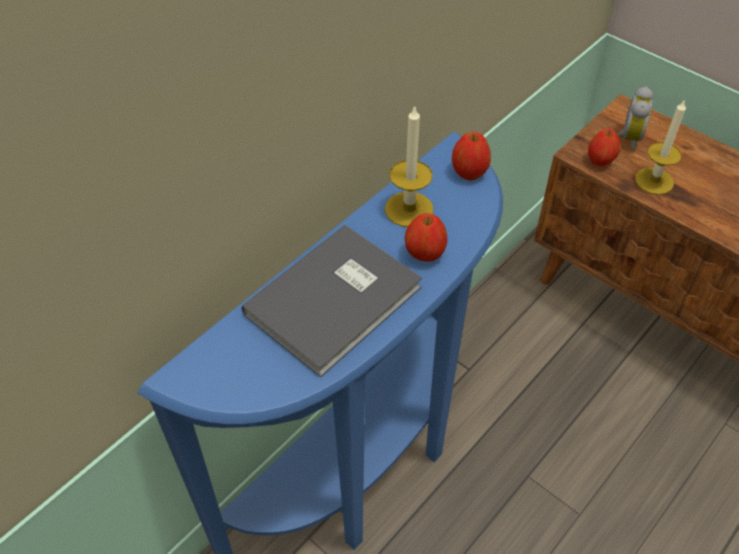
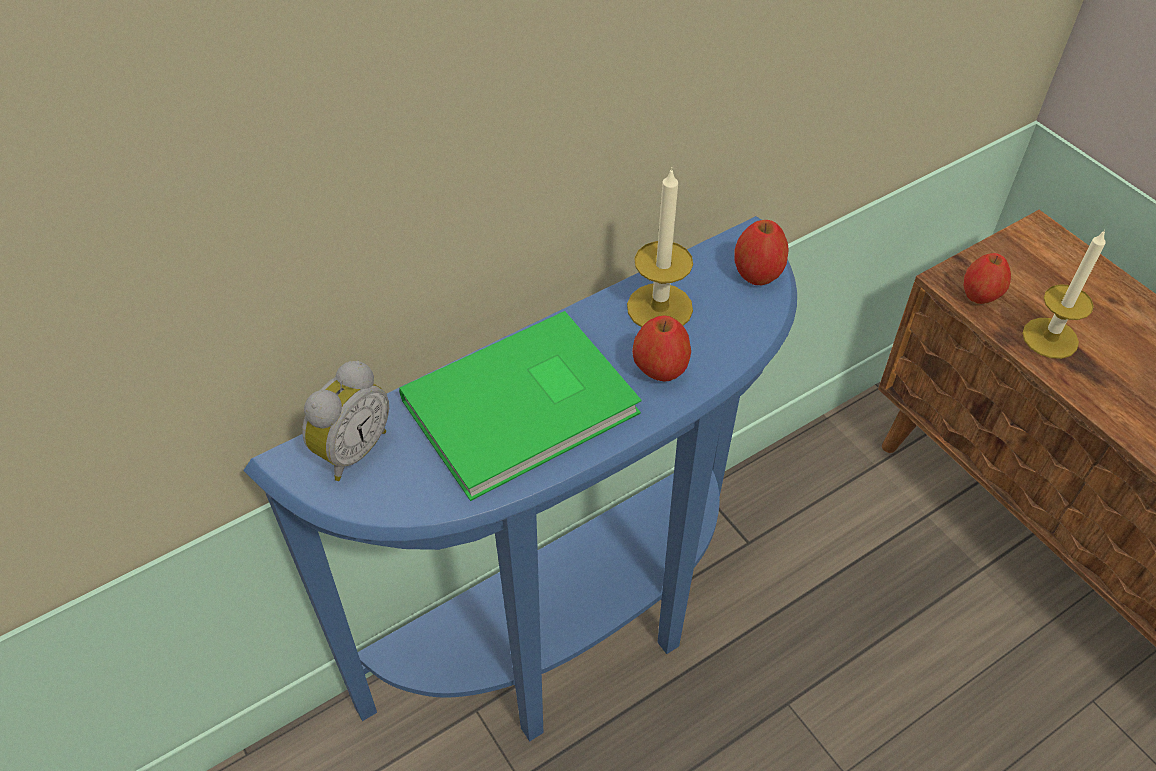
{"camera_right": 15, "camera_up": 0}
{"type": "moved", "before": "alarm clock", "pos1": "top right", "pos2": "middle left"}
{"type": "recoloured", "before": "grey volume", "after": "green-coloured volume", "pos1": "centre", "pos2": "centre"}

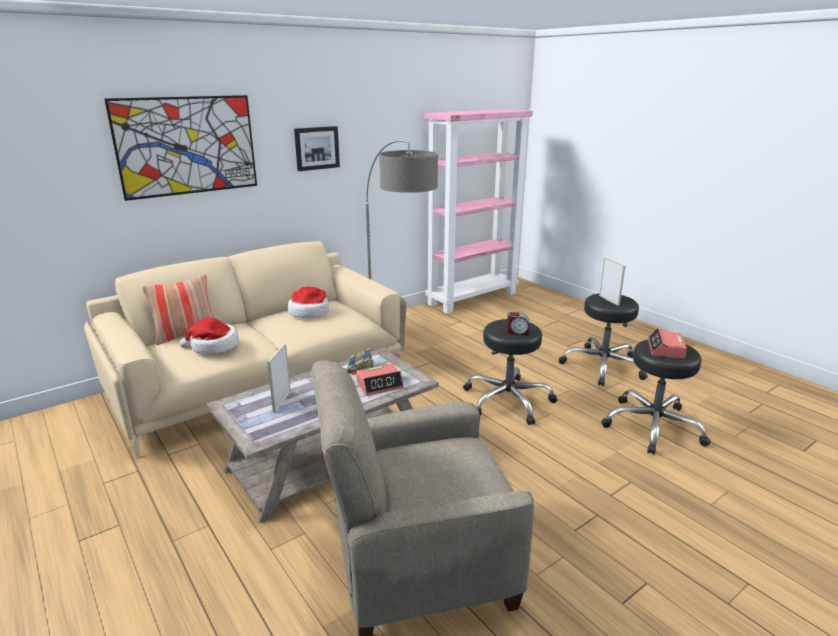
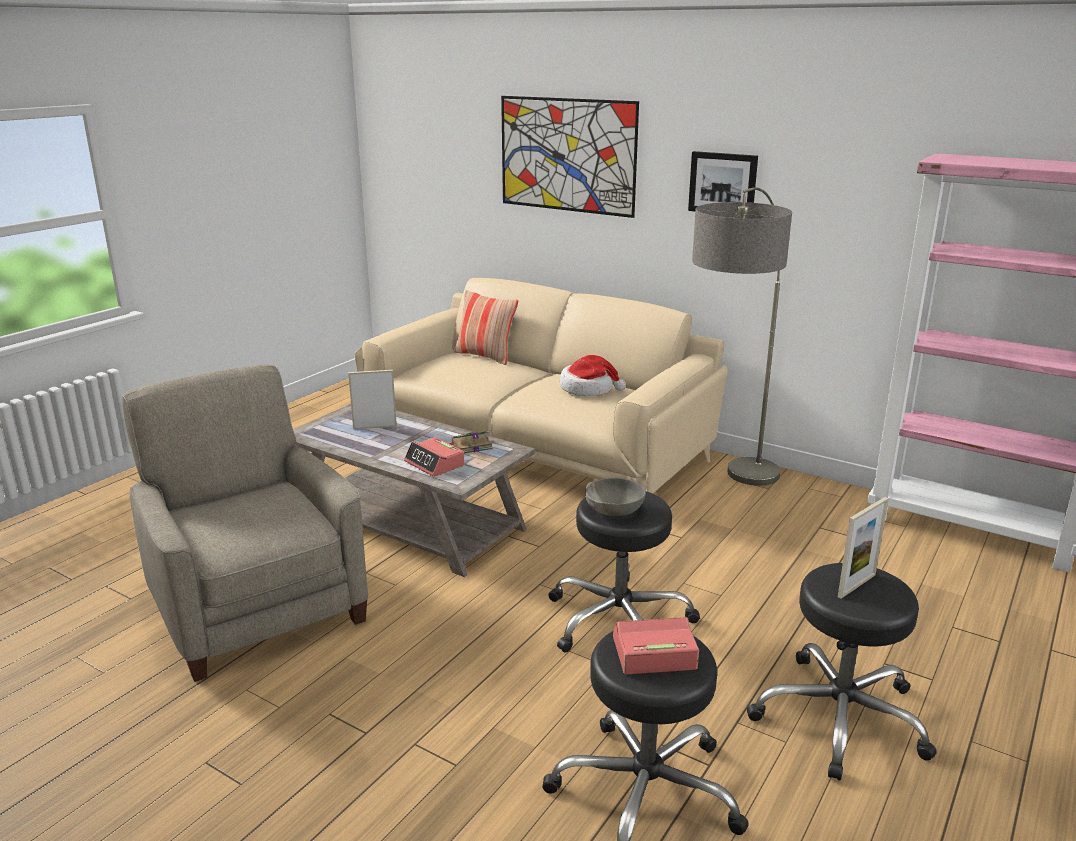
{"camera_right": 70, "camera_up": 0}
{"type": "replaced", "before": "alarm clock (2nd from left)", "after": "grey serving bowl", "pos1": "centre", "pos2": "centre"}
{"type": "removed", "before": "hat (1st from left)", "pos1": "middle left"}

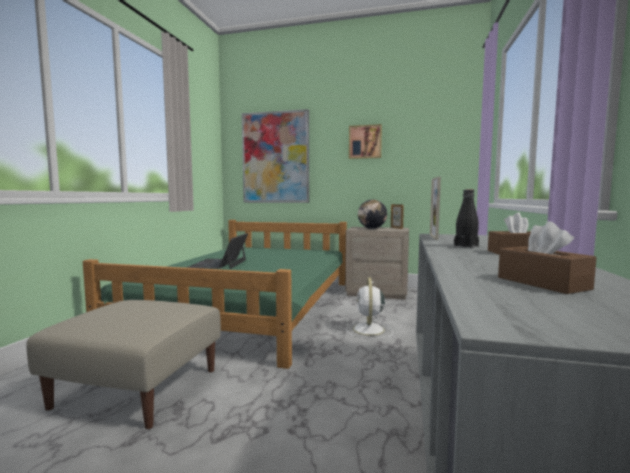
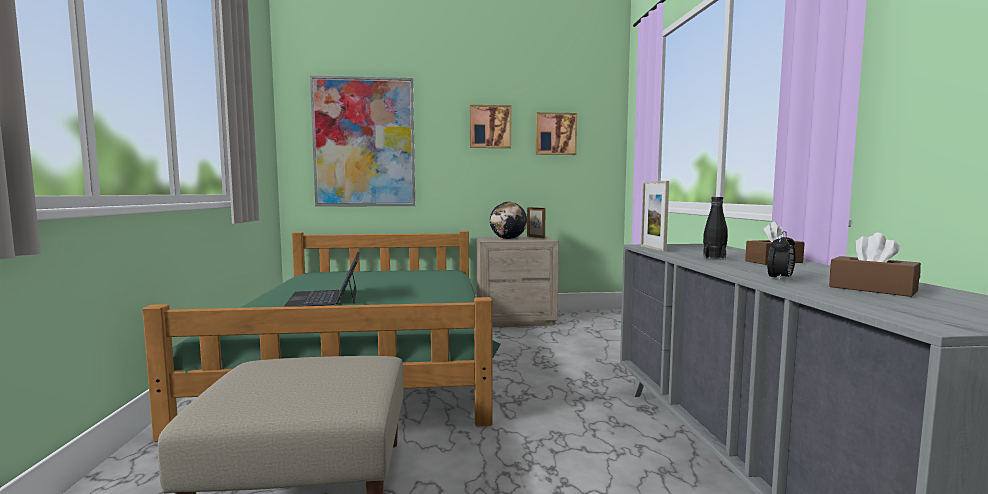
{"camera_right": -20, "camera_up": 0}
{"type": "removed", "before": "white-coloured fan", "pos1": "centre"}
{"type": "added", "after": "picture (3rd from left)", "pos2": "top centre"}
{"type": "added", "after": "alarm clock", "pos2": "middle right"}

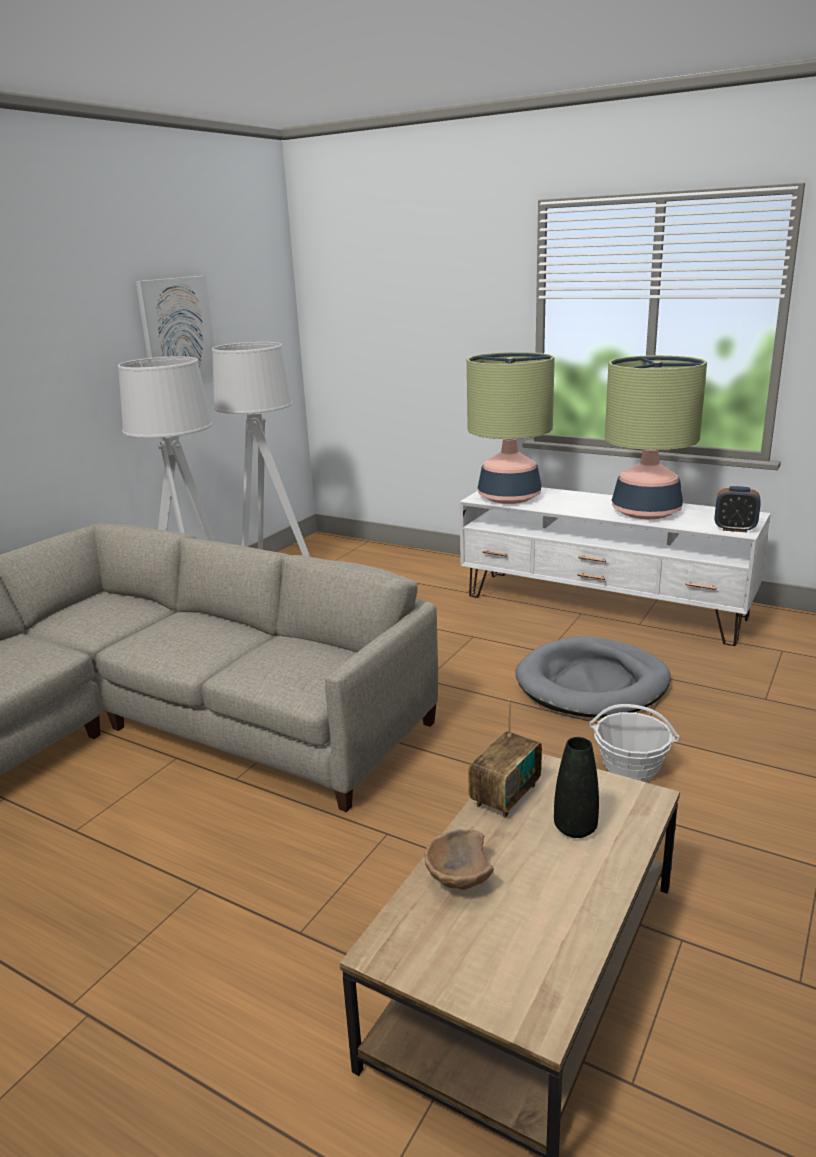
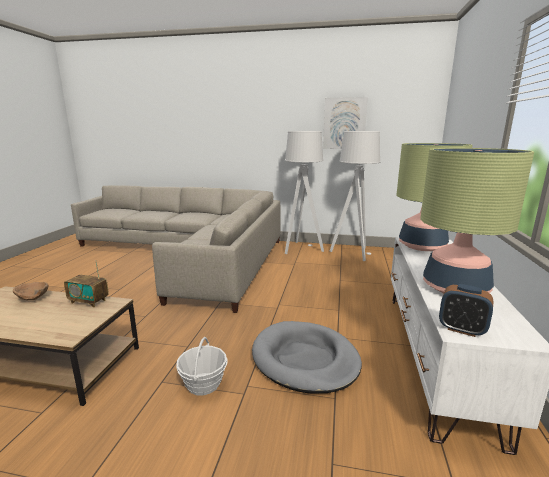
{"camera_right": 70, "camera_up": -5}
{"type": "turned", "before": "alarm clock", "pos1": "middle right", "pos2": "middle right", "turn": -60}
{"type": "removed", "before": "black vase", "pos1": "bottom right"}

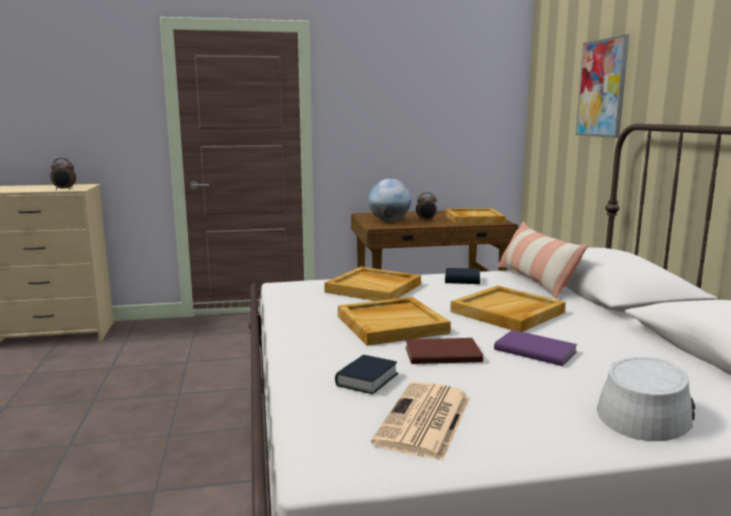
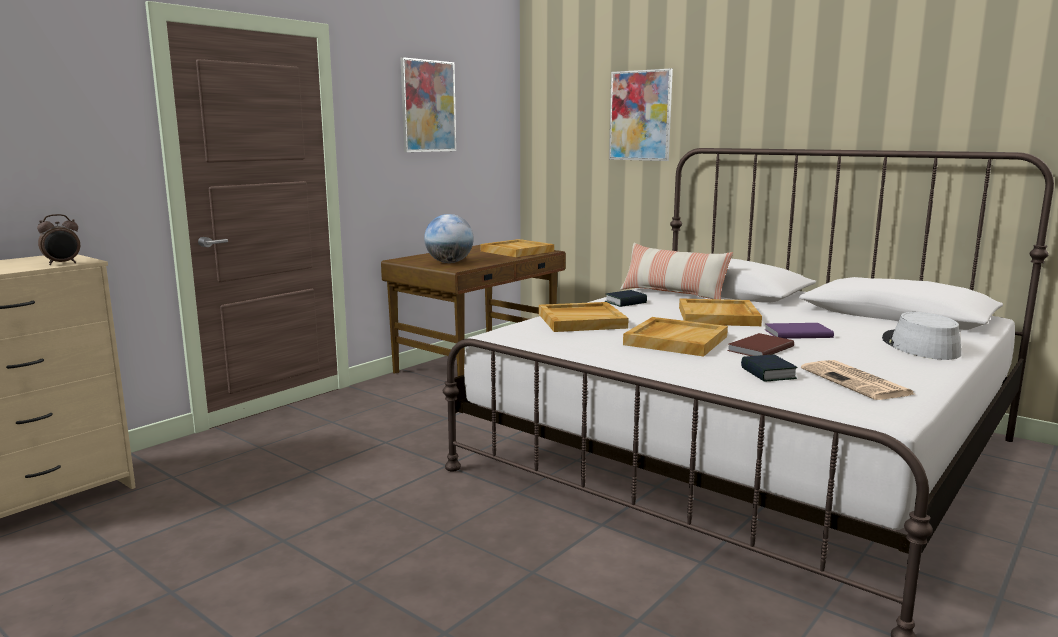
{"camera_right": -40, "camera_up": 0}
{"type": "removed", "before": "alarm clock (2nd from left)", "pos1": "centre"}
{"type": "added", "after": "picture (1st from left)", "pos2": "top centre"}

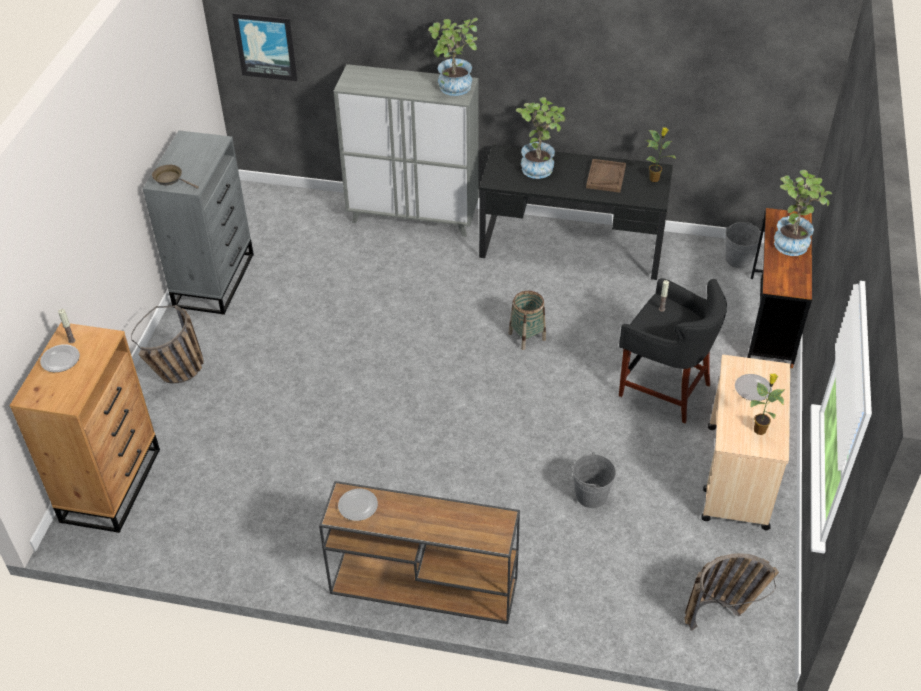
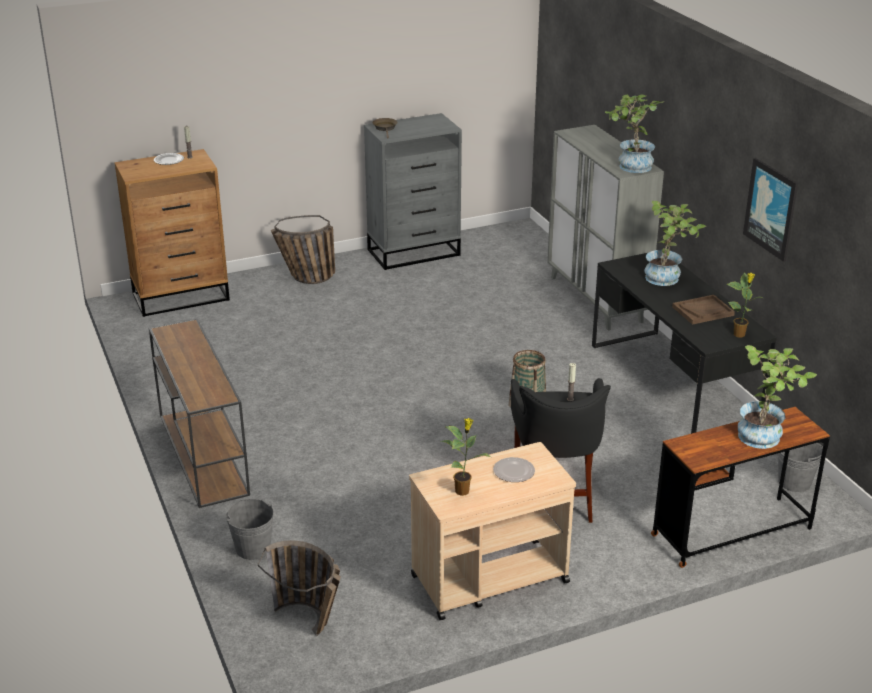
{"camera_right": 55, "camera_up": -15}
{"type": "moved", "before": "picture", "pos1": "top left", "pos2": "top right"}
{"type": "moved", "before": "grey water bucket (1st from left)", "pos1": "bottom centre", "pos2": "bottom left"}
{"type": "removed", "before": "plate (2nd from left)", "pos1": "bottom centre"}

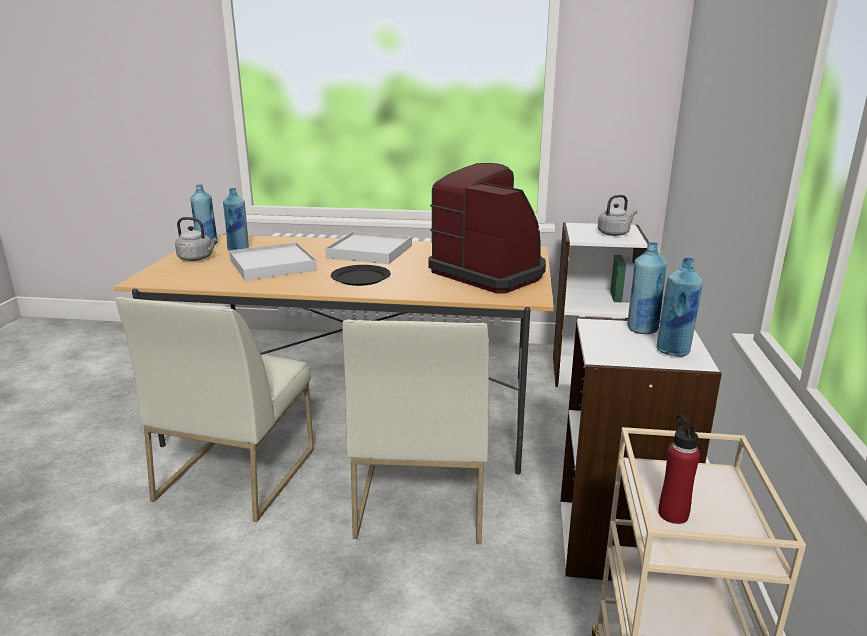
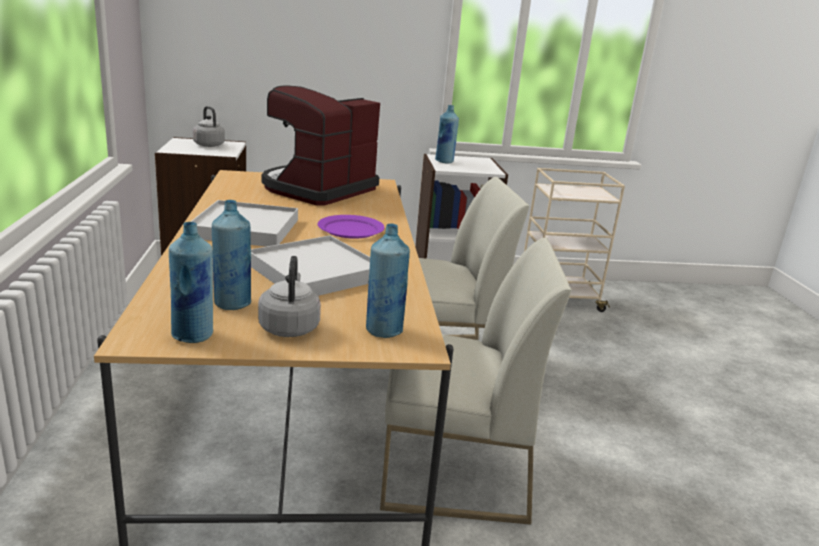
{"camera_right": -105, "camera_up": 0}
{"type": "moved", "before": "blue-coloured drink bottle (4th from left in the first image)", "after": "blue-coloured drink bottle (3rd from left)", "pos1": "middle right", "pos2": "centre"}
{"type": "recoloured", "before": "black plate", "after": "purple plate", "pos1": "centre", "pos2": "centre"}
{"type": "removed", "before": "red-coloured drink bottle", "pos1": "bottom right"}

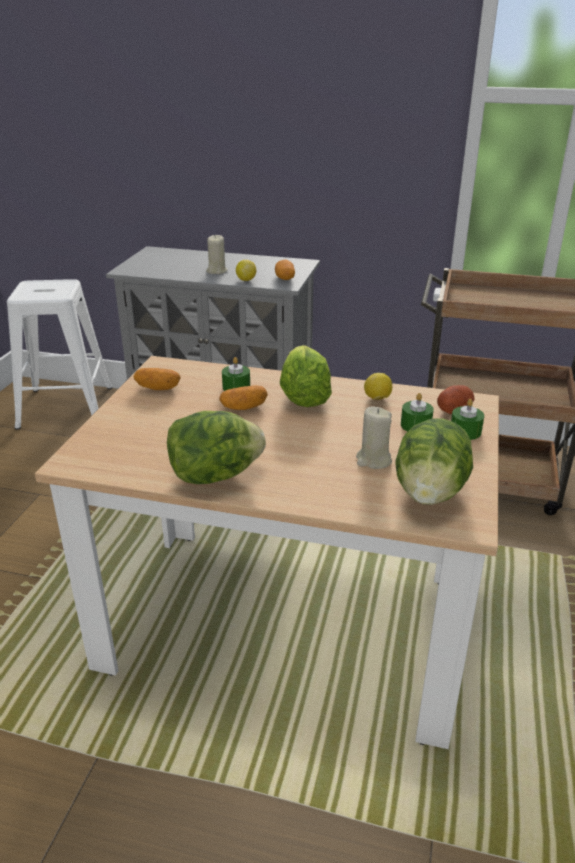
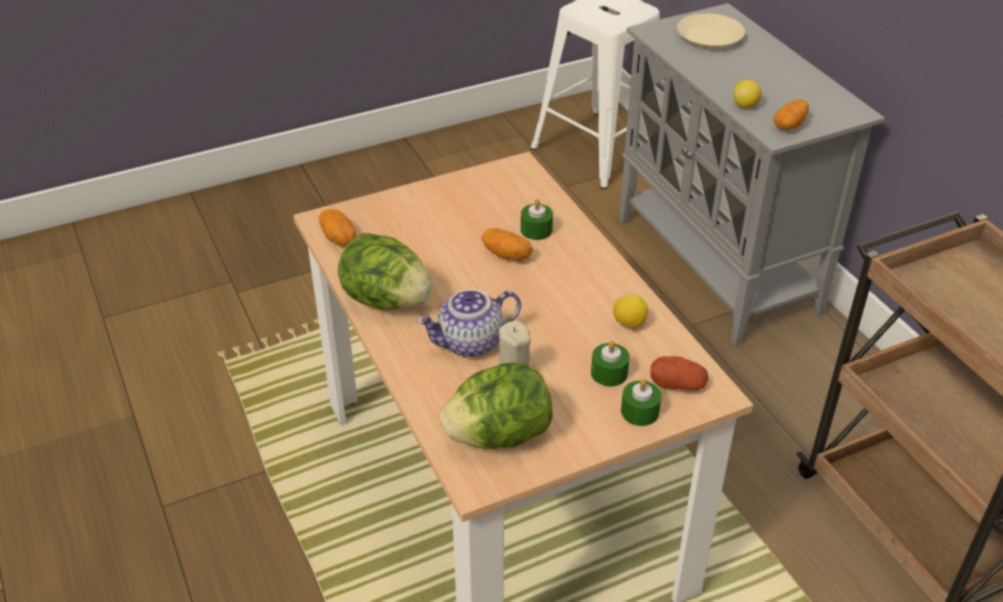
{"camera_right": 50, "camera_up": 10}
{"type": "removed", "before": "beige wax candle (1st from left)", "pos1": "top centre"}
{"type": "removed", "before": "lettuce head (2nd from left)", "pos1": "centre"}
{"type": "moved", "before": "spud (1st from left)", "pos1": "middle left", "pos2": "centre"}
{"type": "added", "after": "beige plate", "pos2": "top right"}
{"type": "added", "after": "teapot", "pos2": "centre"}

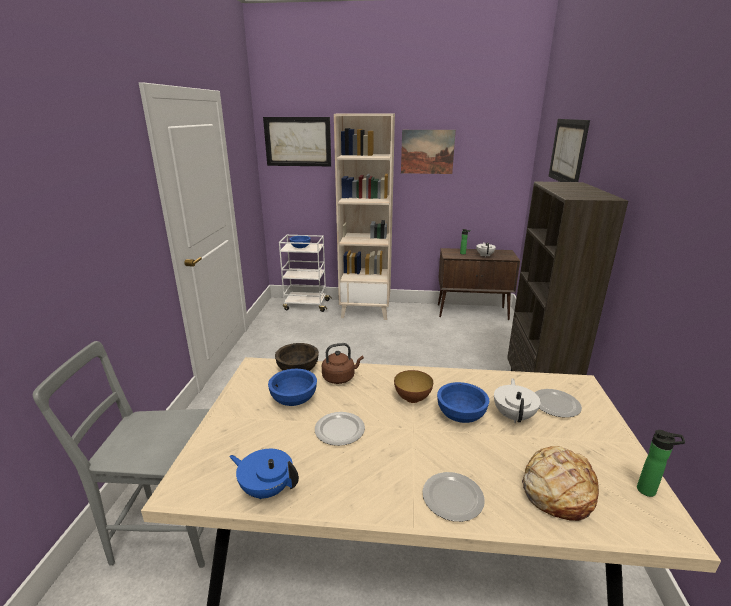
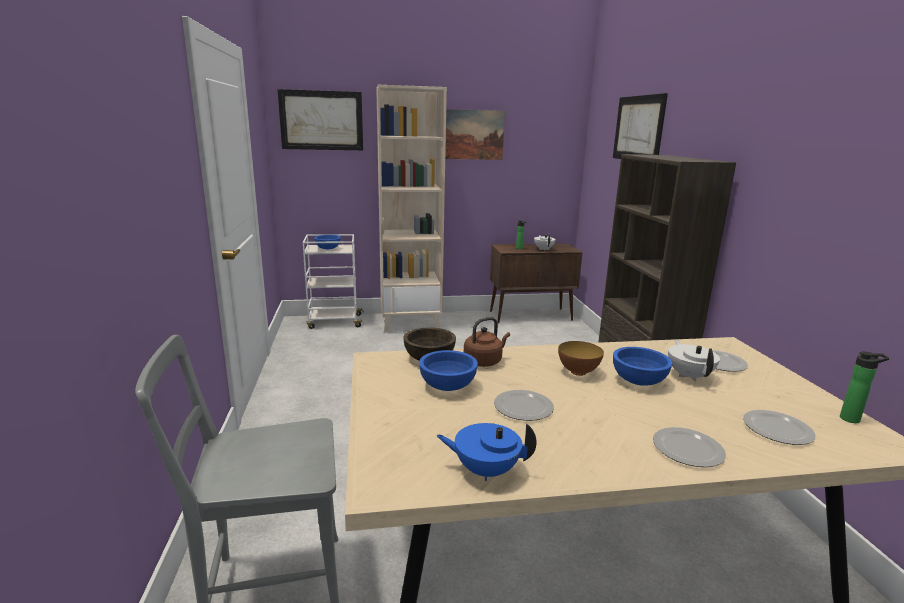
{"camera_right": -15, "camera_up": -5}
{"type": "replaced", "before": "baked bread", "after": "plate (4th from left)", "pos1": "bottom right", "pos2": "bottom right"}

